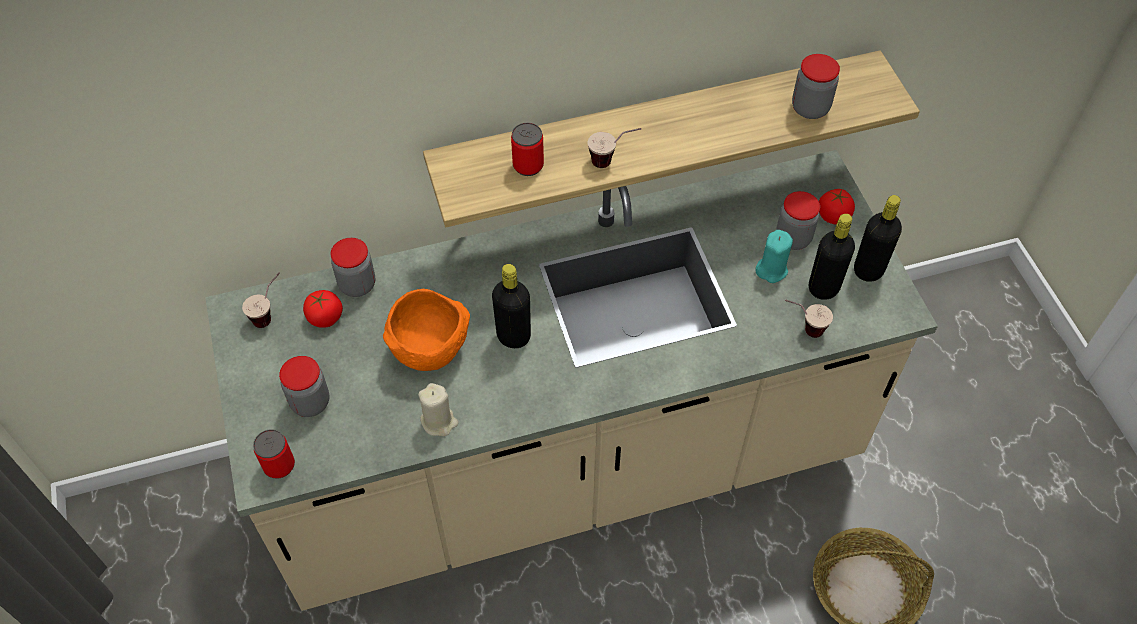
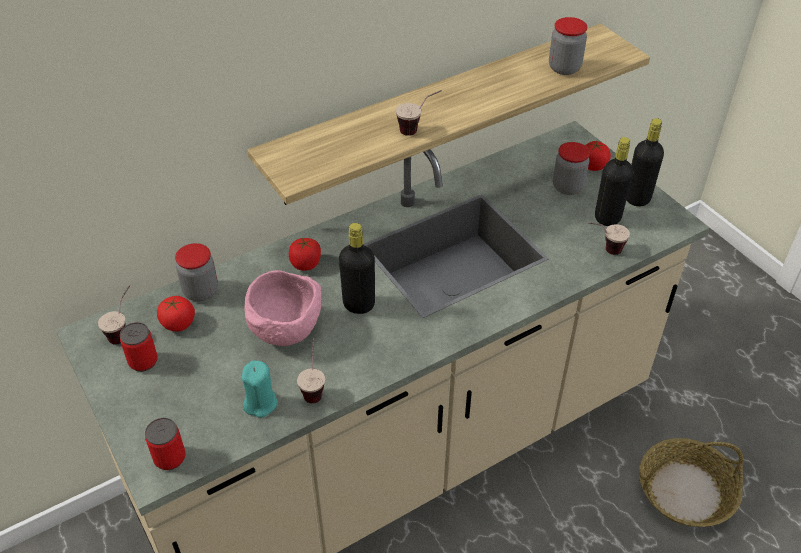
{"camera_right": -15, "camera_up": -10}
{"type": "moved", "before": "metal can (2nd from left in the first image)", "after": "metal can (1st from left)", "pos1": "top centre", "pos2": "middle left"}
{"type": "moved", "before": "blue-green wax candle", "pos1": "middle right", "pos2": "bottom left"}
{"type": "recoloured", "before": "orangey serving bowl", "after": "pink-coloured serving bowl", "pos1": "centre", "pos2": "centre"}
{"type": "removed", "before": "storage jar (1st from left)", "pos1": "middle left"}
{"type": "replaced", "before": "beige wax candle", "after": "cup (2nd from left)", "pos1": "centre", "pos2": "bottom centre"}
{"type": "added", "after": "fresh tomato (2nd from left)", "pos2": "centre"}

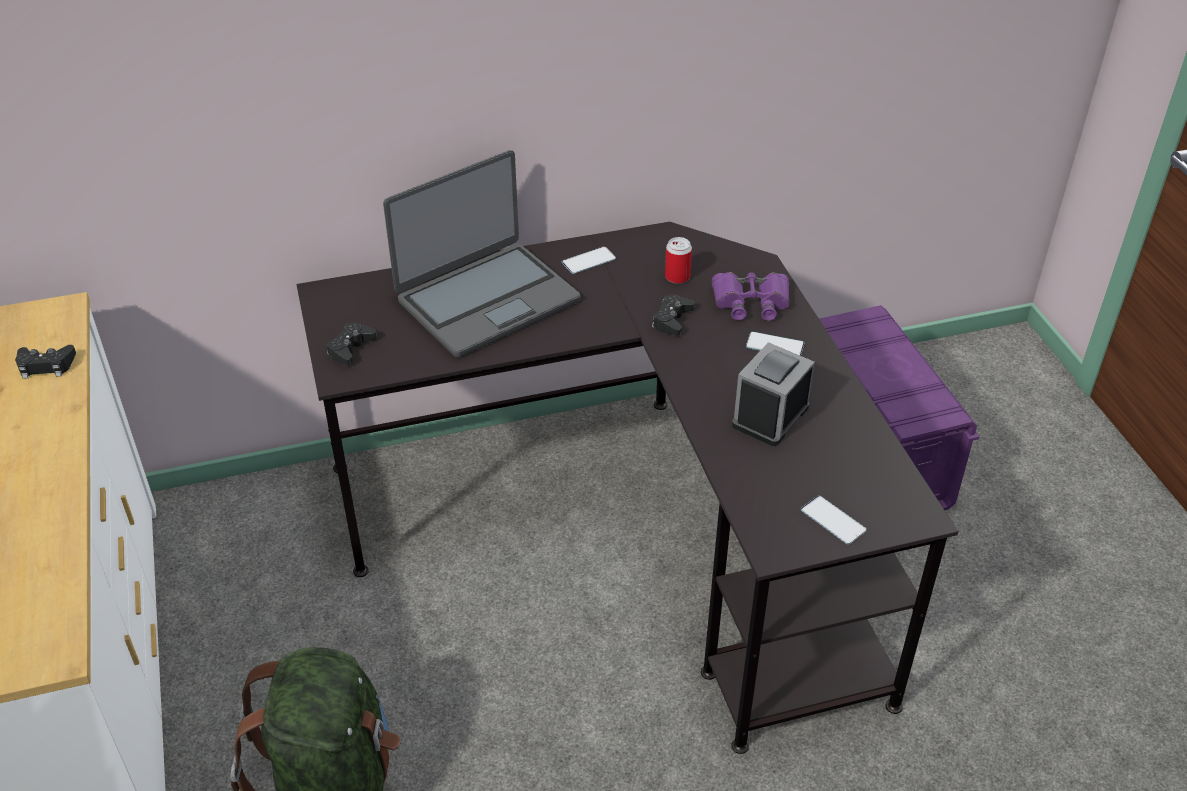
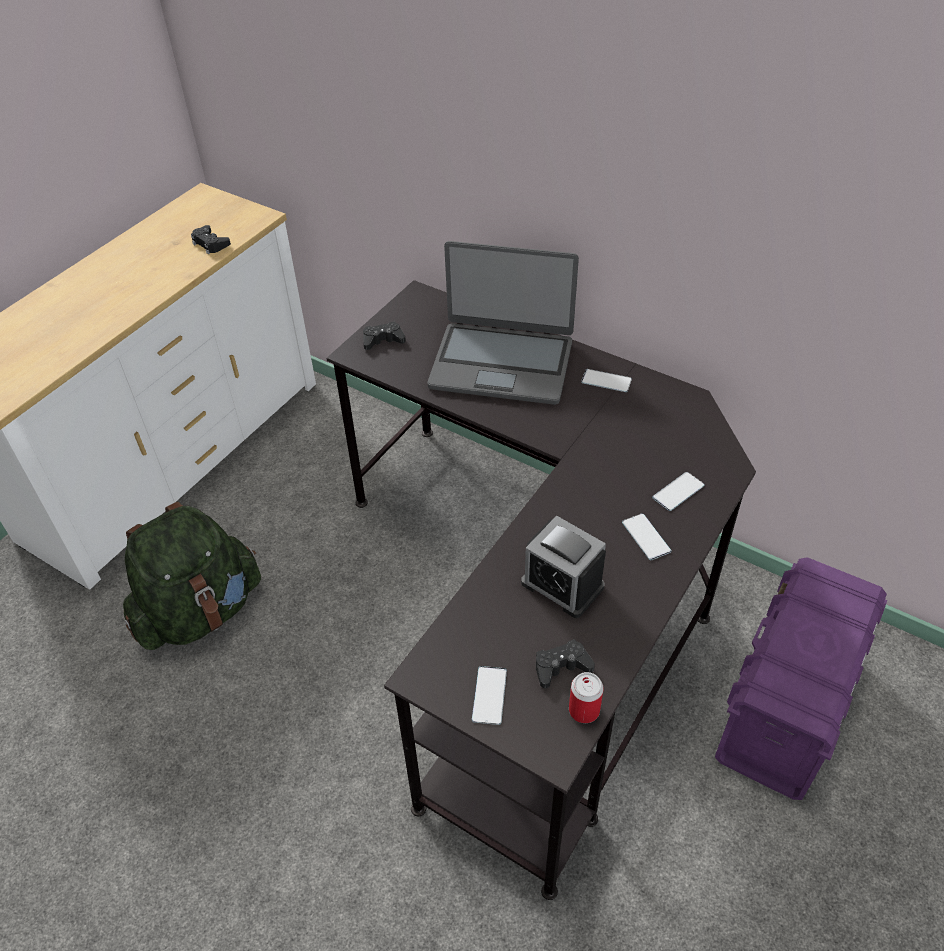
{"camera_right": 50, "camera_up": 5}
{"type": "moved", "before": "metal can", "pos1": "top centre", "pos2": "bottom centre"}
{"type": "replaced", "before": "purple binoculars", "after": "telephone (4th from left)", "pos1": "centre", "pos2": "middle right"}
{"type": "moved", "before": "black gamepad (3rd from left)", "pos1": "centre", "pos2": "bottom centre"}
{"type": "turned", "before": "alarm clock", "pos1": "centre", "pos2": "centre", "turn": -135}

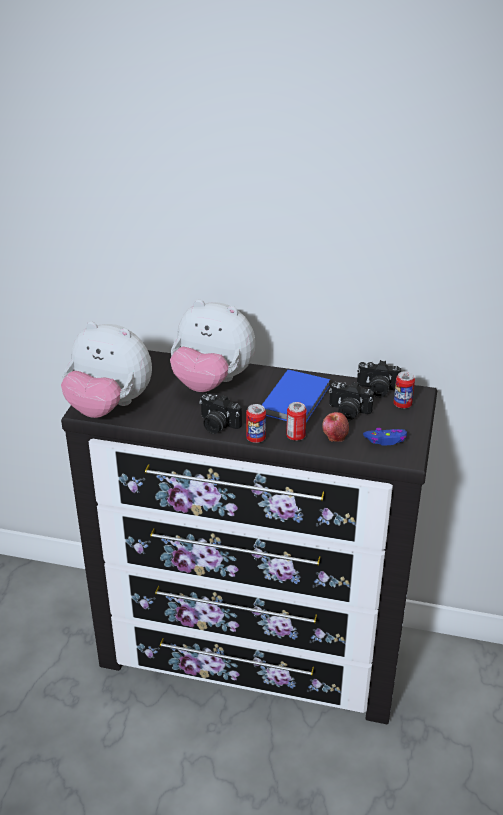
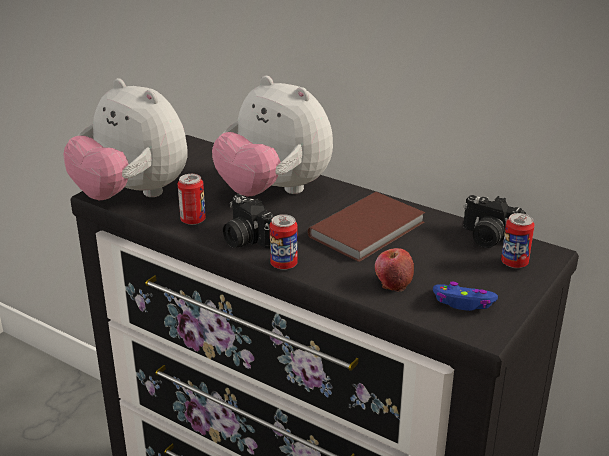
{"camera_right": 20, "camera_up": -5}
{"type": "recoloured", "before": "blue-coloured volume", "after": "brown-coloured volume", "pos1": "centre", "pos2": "centre"}
{"type": "removed", "before": "photo camera (2nd from left)", "pos1": "middle right"}
{"type": "moved", "before": "metal can (2nd from left in the first image)", "after": "metal can (1st from left)", "pos1": "centre", "pos2": "middle left"}

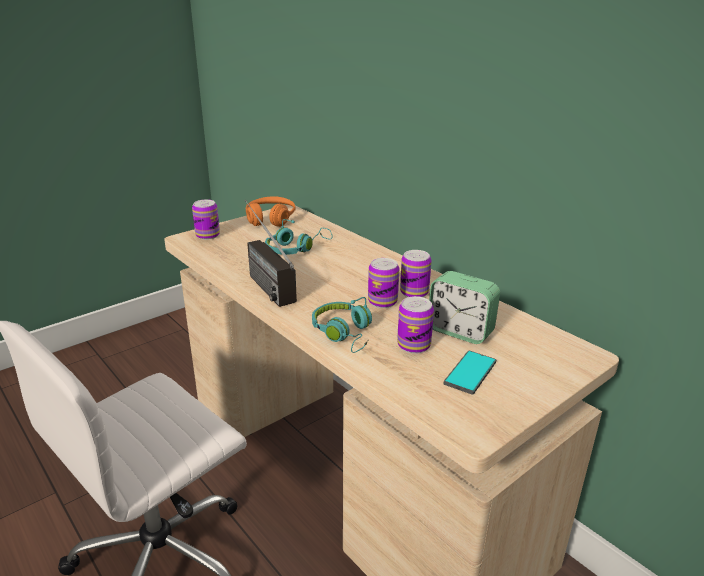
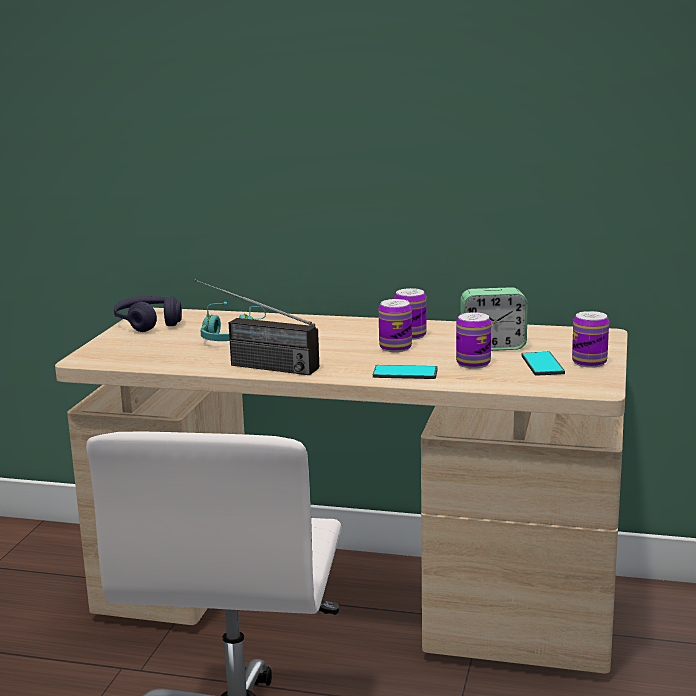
{"camera_right": -35, "camera_up": -10}
{"type": "recoloured", "before": "orangey headset", "after": "purple headset", "pos1": "centre", "pos2": "middle left"}
{"type": "moved", "before": "metal can (1st from left in the first image)", "after": "metal can (4th from left)", "pos1": "middle left", "pos2": "middle right"}
{"type": "replaced", "before": "blue-green headset (2nd from left)", "after": "telephone (1st from left)", "pos1": "centre", "pos2": "centre"}

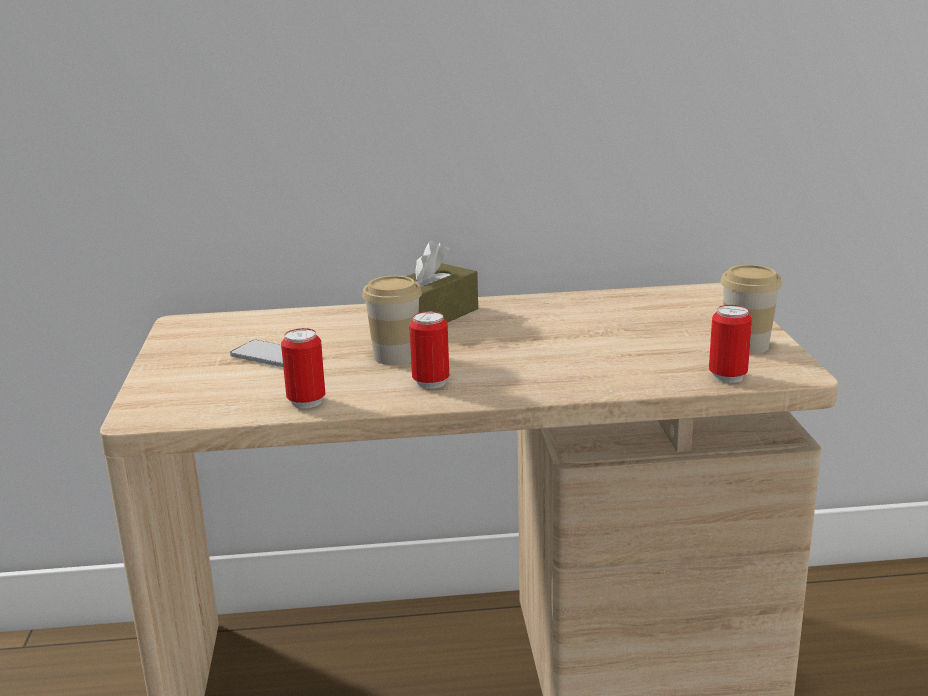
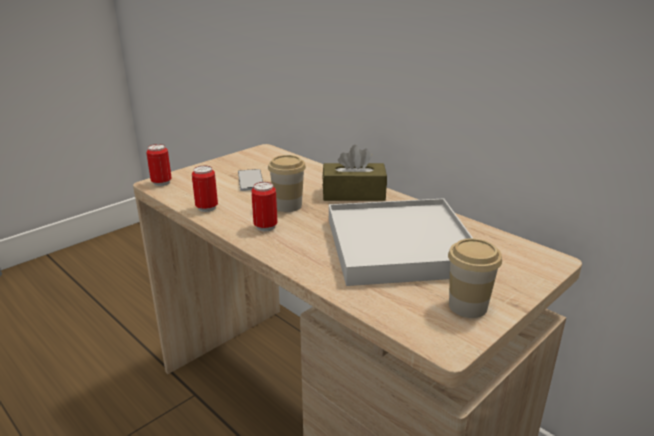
{"camera_right": 50, "camera_up": 5}
{"type": "moved", "before": "metal can (3rd from left in the first image)", "after": "metal can (1st from left)", "pos1": "middle right", "pos2": "middle left"}
{"type": "added", "after": "white-coloured tray", "pos2": "centre"}

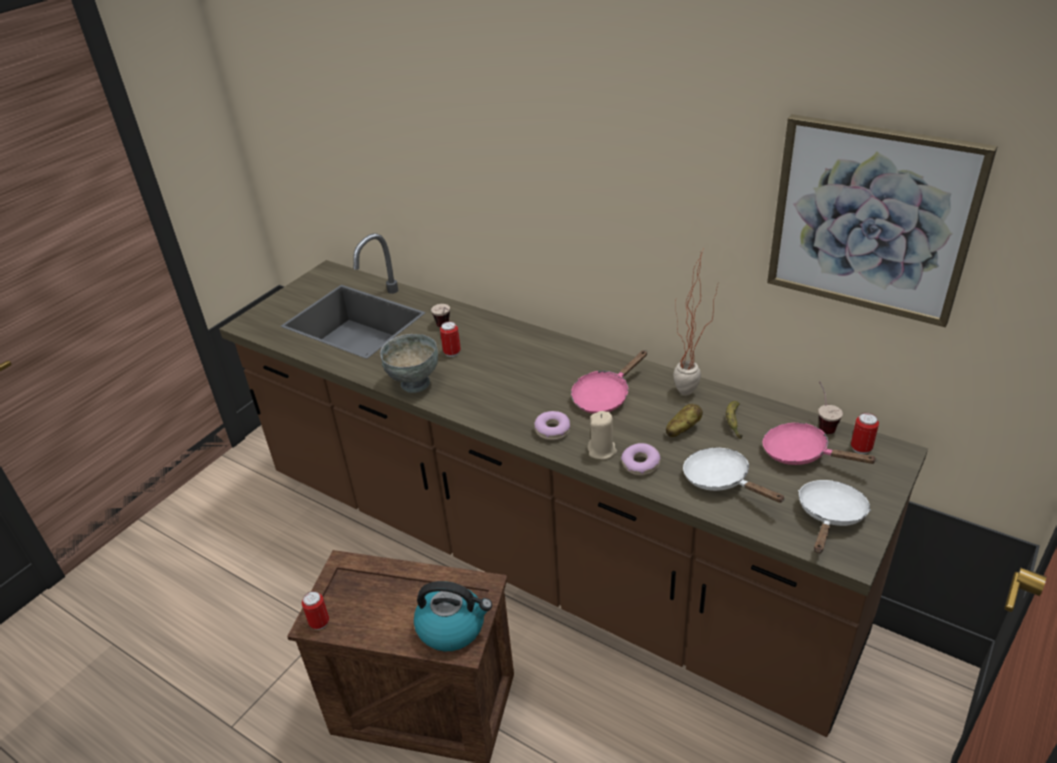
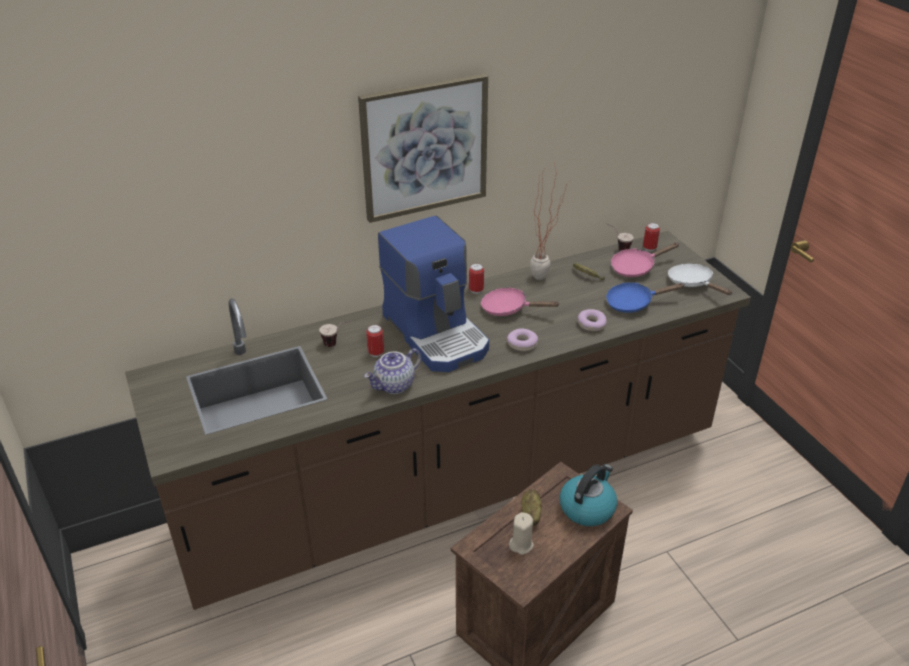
{"camera_right": -60, "camera_up": 0}
{"type": "moved", "before": "picture", "pos1": "top right", "pos2": "top centre"}
{"type": "replaced", "before": "grey serving bowl", "after": "teapot", "pos1": "centre", "pos2": "centre"}
{"type": "turned", "before": "pink-coloured frying pan (1st from left)", "pos1": "centre", "pos2": "centre", "turn": 120}
{"type": "moved", "before": "spud", "pos1": "centre", "pos2": "bottom centre"}
{"type": "moved", "before": "beige wax candle", "pos1": "centre", "pos2": "bottom centre"}
{"type": "recoloured", "before": "white-coloured frying pan (1st from left)", "after": "blue-coloured frying pan", "pos1": "middle right", "pos2": "middle right"}
{"type": "moved", "before": "metal can (1st from left in the first image)", "after": "metal can (2nd from left)", "pos1": "bottom left", "pos2": "centre"}
{"type": "added", "after": "coffee machine", "pos2": "centre"}

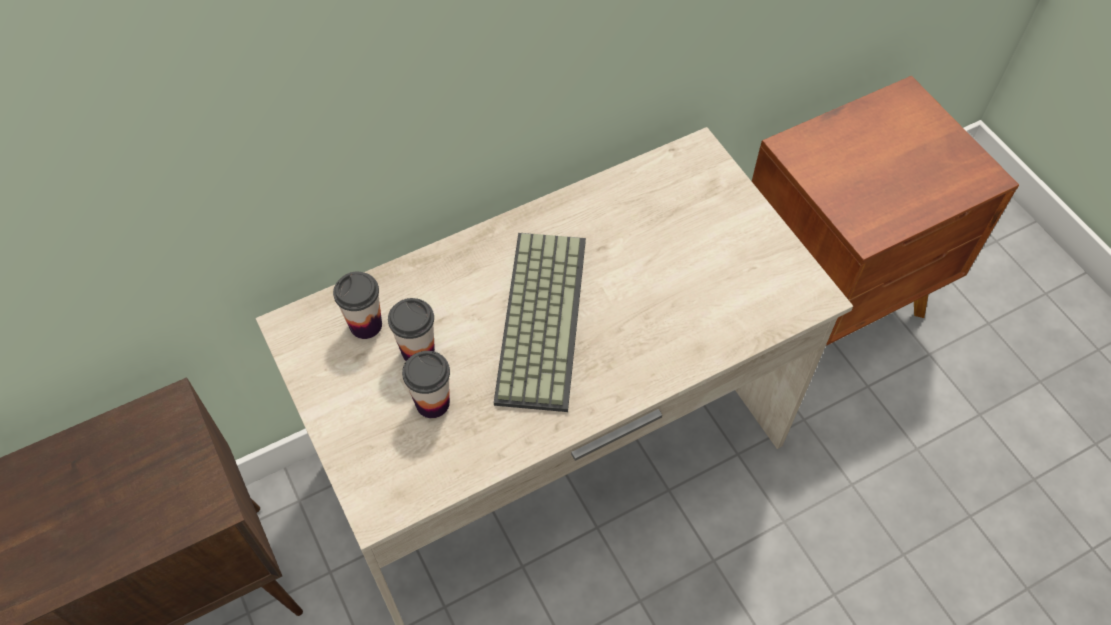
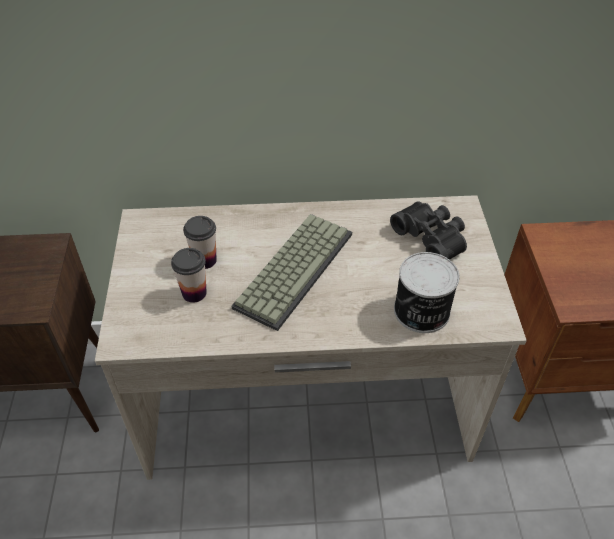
{"camera_right": 25, "camera_up": -10}
{"type": "removed", "before": "cup (1st from left)", "pos1": "middle left"}
{"type": "added", "after": "black binoculars", "pos2": "middle right"}
{"type": "added", "after": "metal can", "pos2": "middle right"}

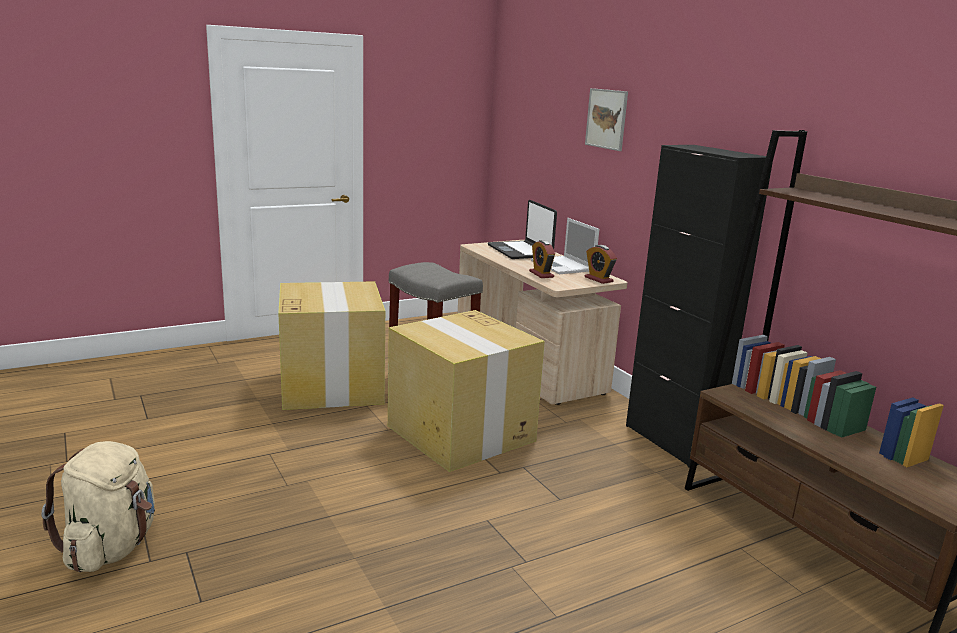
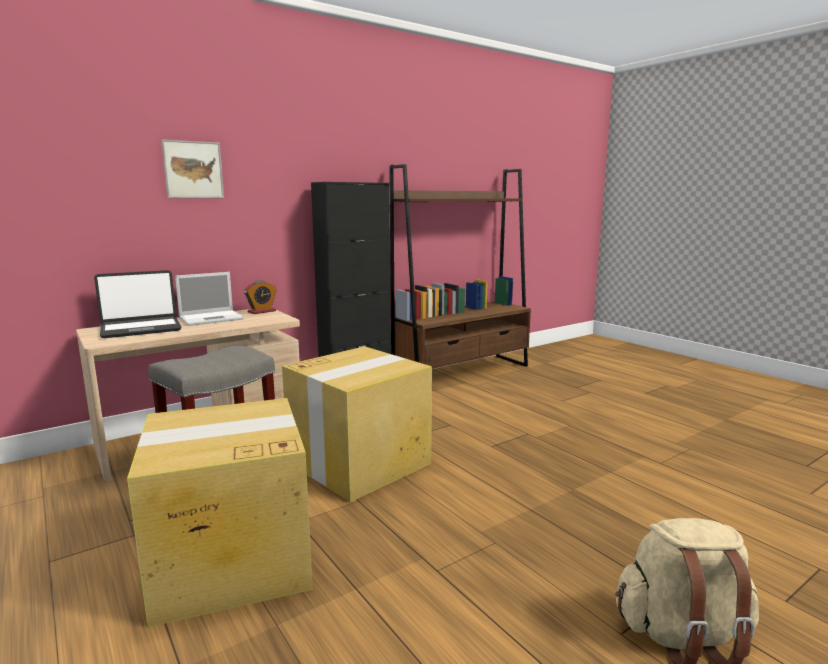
{"camera_right": -95, "camera_up": -5}
{"type": "removed", "before": "alarm clock (1st from left)", "pos1": "centre"}

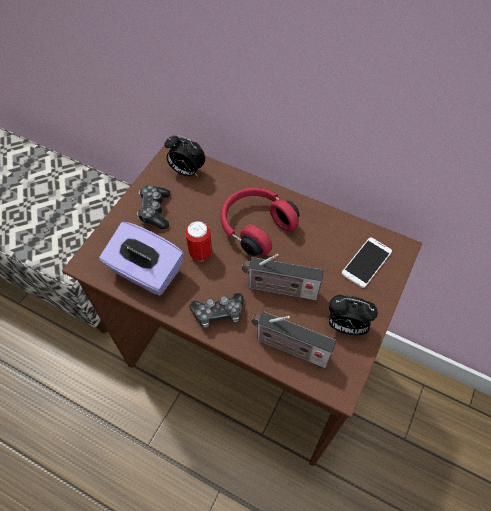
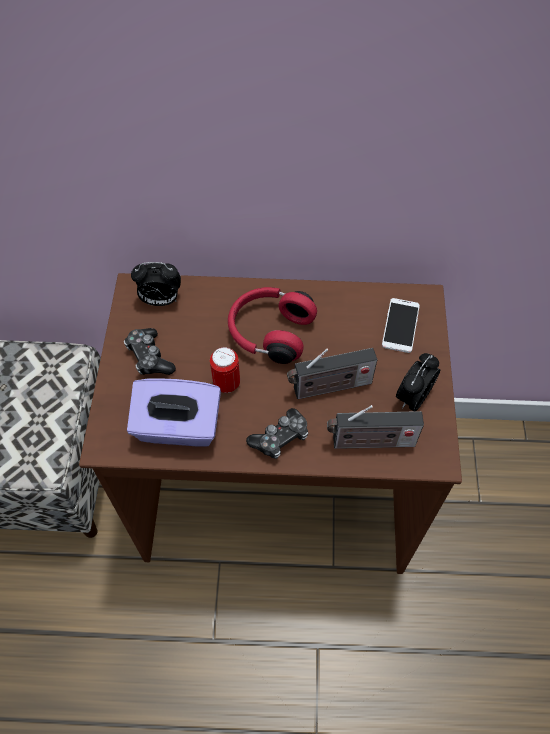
{"camera_right": -25, "camera_up": 0}
{"type": "turned", "before": "alarm clock (2nd from left)", "pos1": "middle right", "pos2": "middle right", "turn": 135}

